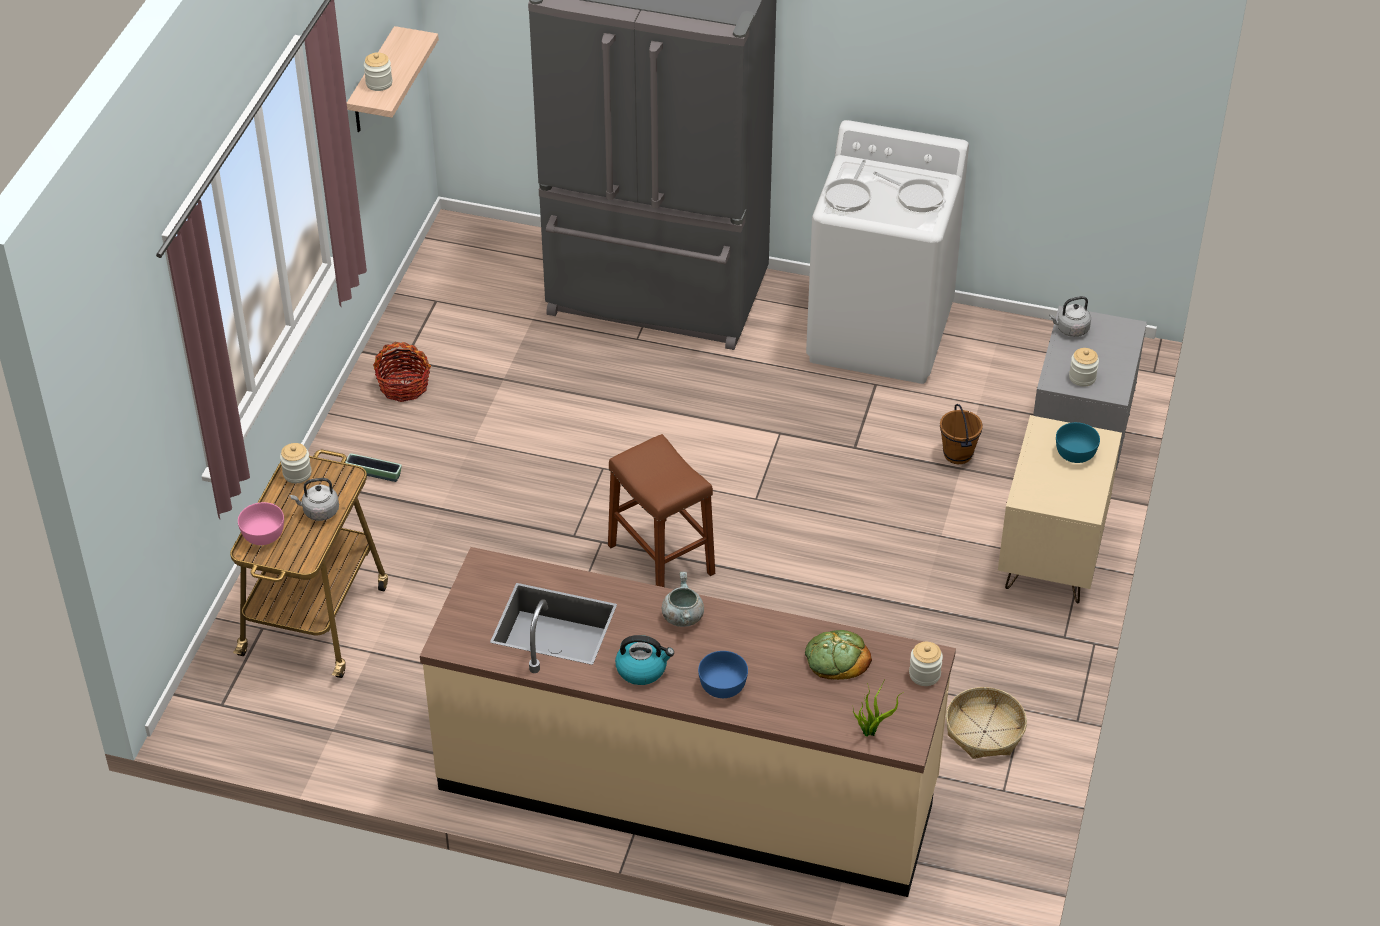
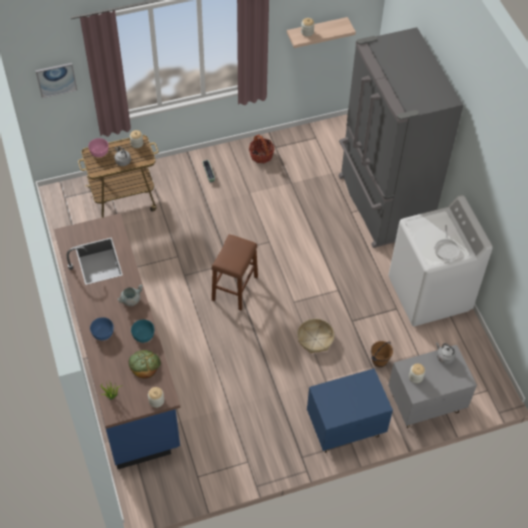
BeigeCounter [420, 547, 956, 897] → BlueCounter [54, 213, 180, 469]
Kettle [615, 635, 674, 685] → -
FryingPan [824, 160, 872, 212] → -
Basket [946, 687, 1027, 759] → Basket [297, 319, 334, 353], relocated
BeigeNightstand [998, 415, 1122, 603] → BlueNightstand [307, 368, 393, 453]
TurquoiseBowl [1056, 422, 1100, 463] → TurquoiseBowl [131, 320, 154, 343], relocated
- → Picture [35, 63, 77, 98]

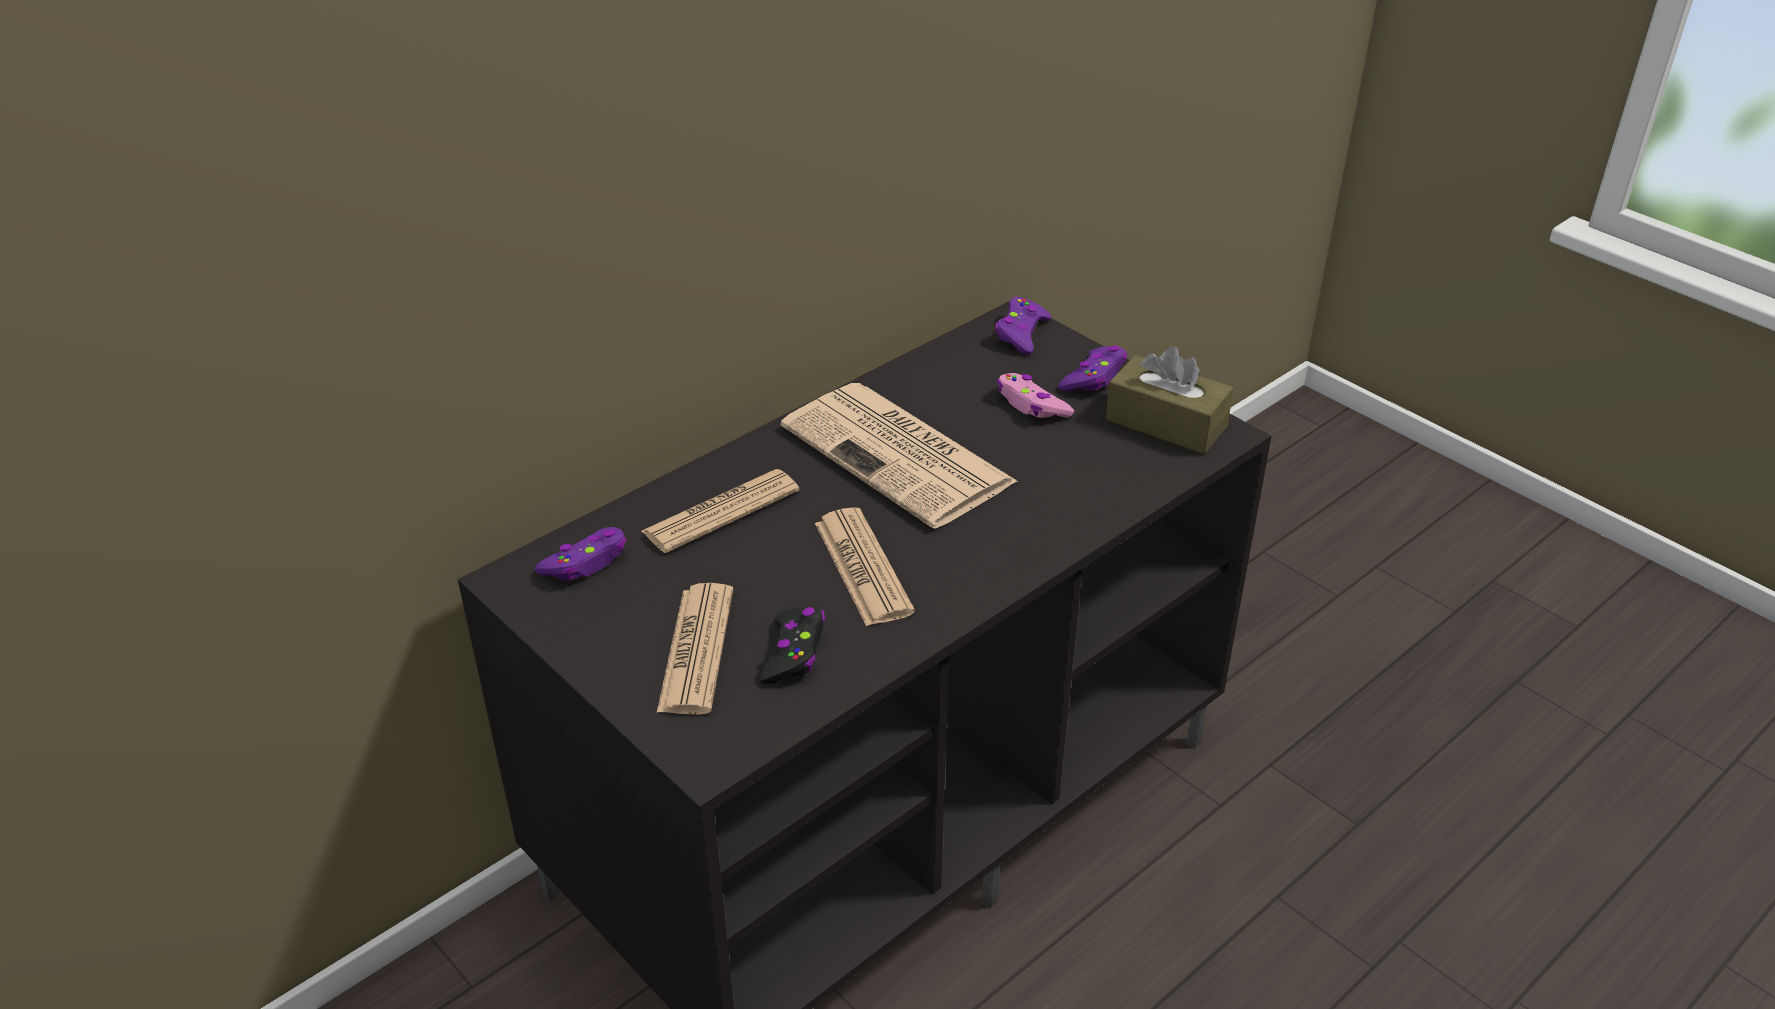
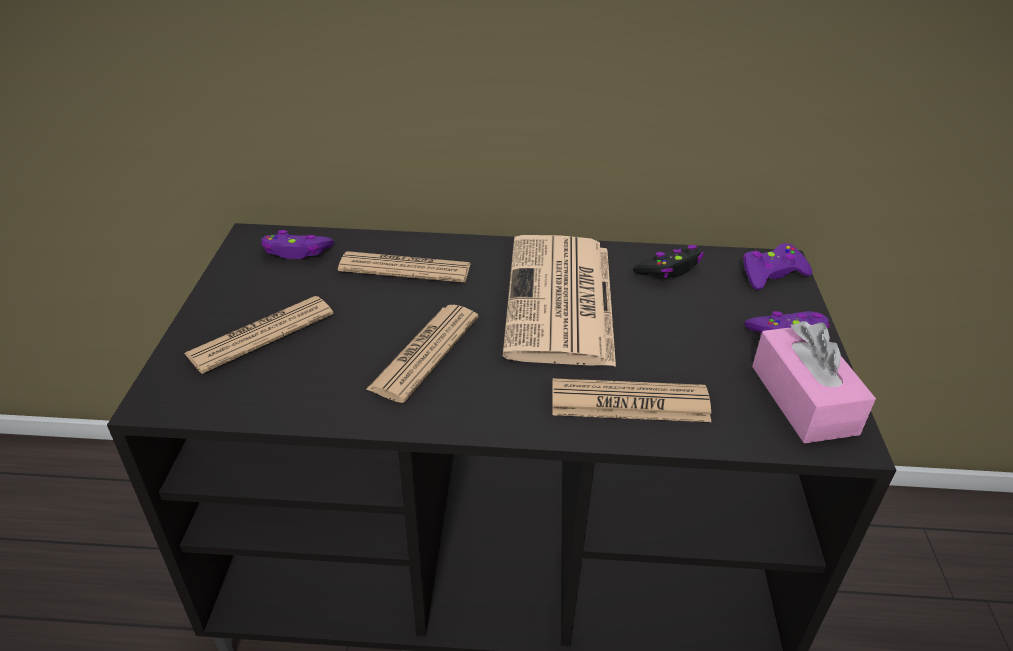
BlackGameController [759, 606, 825, 684] → BlackGameController [633, 245, 704, 279], relocated
PinkGameController [997, 373, 1074, 418] → -
BrownTissueBox [1106, 346, 1234, 454] → PinkTissueBox [752, 321, 876, 443]
- → Newspaper [552, 378, 711, 422]

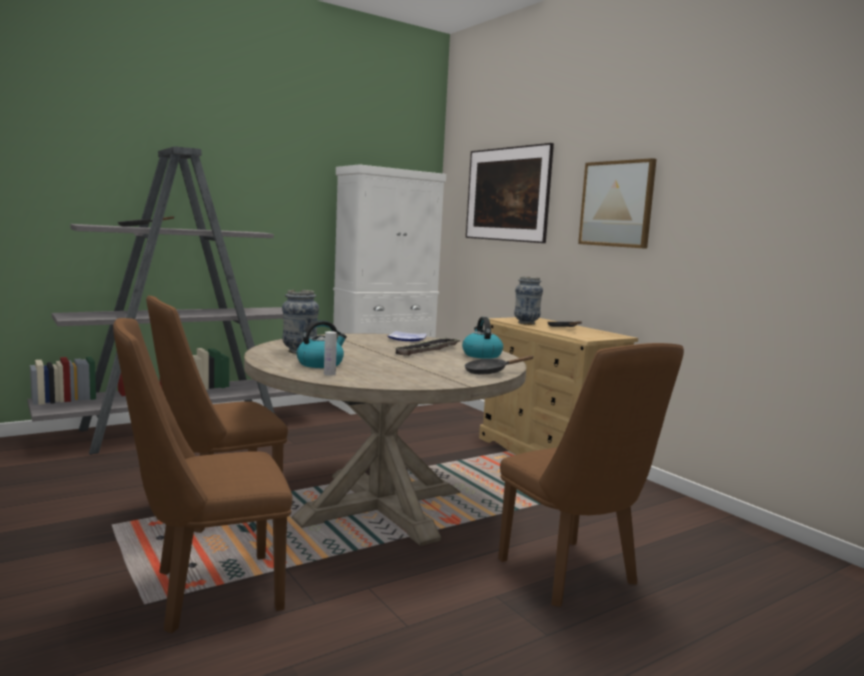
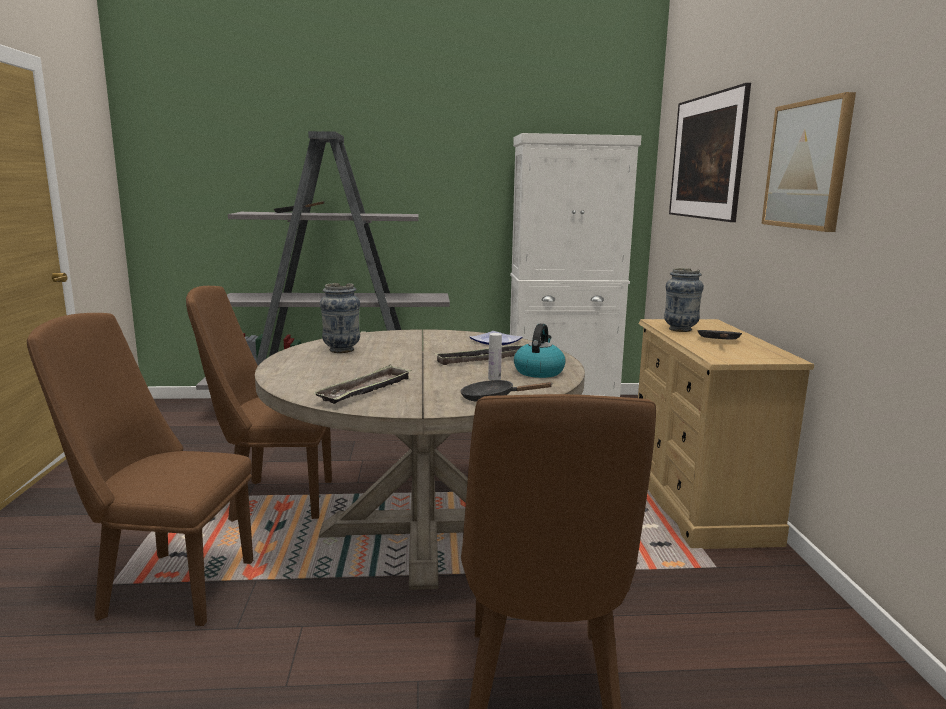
Kettle [296, 320, 347, 368] → -
WhiteBottle [324, 331, 337, 376] → WhiteBottle [488, 333, 502, 380], relocated
- → Tray [314, 365, 412, 404]

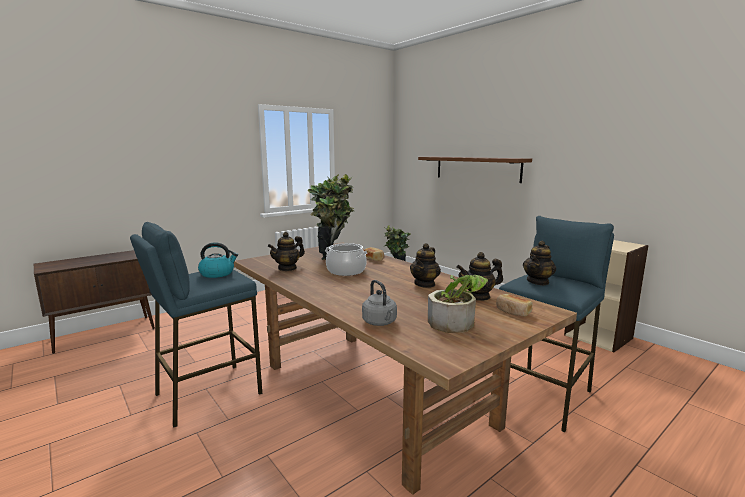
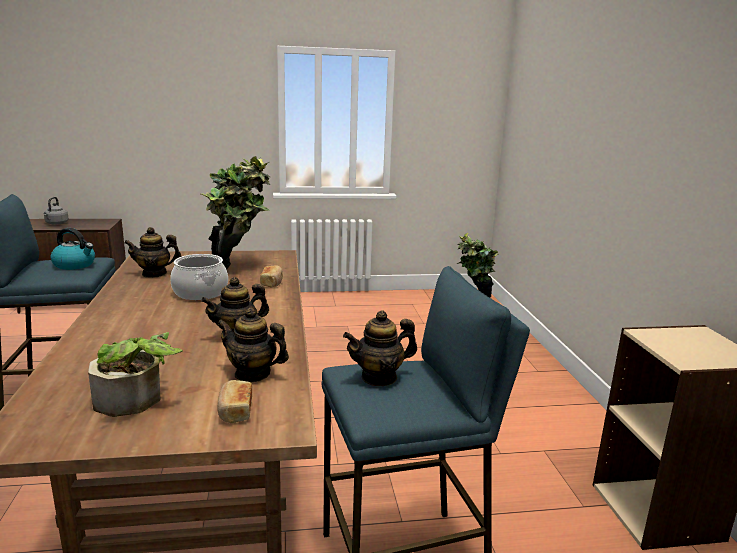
GreyKettle [362, 280, 397, 326] → GreyKettle [43, 197, 69, 225], relocated
BrownShelf [418, 157, 532, 183] → -

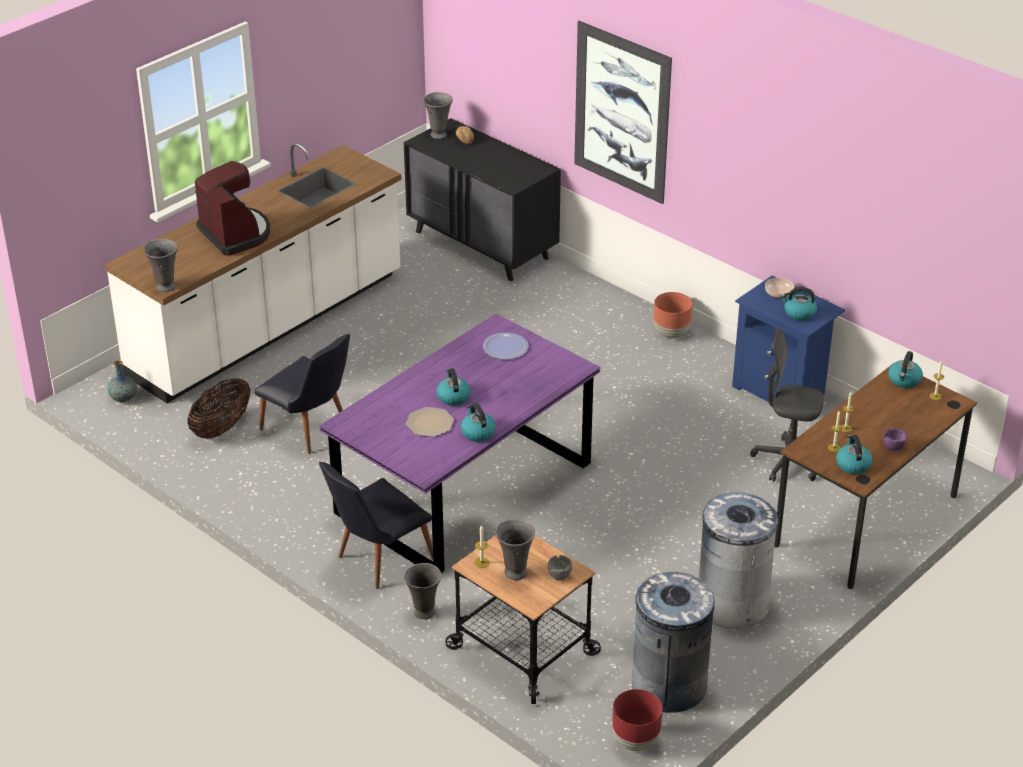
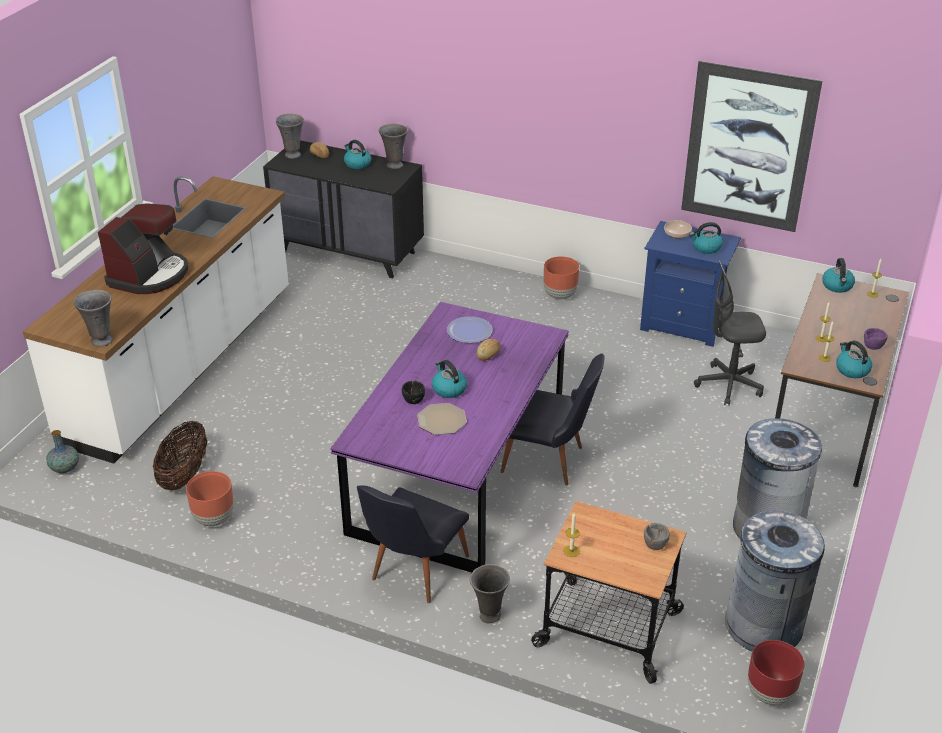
CoffeeMachine [195, 161, 270, 256] → CoffeeMachine [98, 203, 188, 294], 75 degrees clockwise
BlackChair [254, 334, 350, 454] → BlackChair [501, 354, 604, 485], relocated
Kettle [461, 404, 496, 442] → Kettle [344, 140, 371, 169], relocated
GreyVase [496, 519, 535, 580] → GreyVase [379, 124, 408, 169], relocated
Picture [574, 21, 672, 204] → Picture [681, 61, 822, 232], relocated
- → BrownPlanter [186, 471, 234, 526]
- → BlackBowl [402, 381, 425, 404]
- → Bread [477, 339, 501, 361]

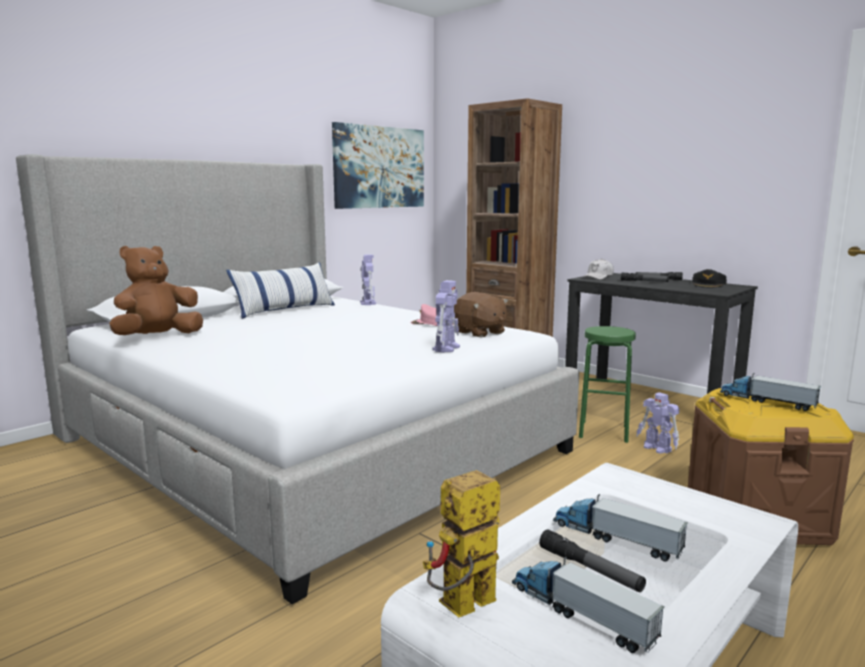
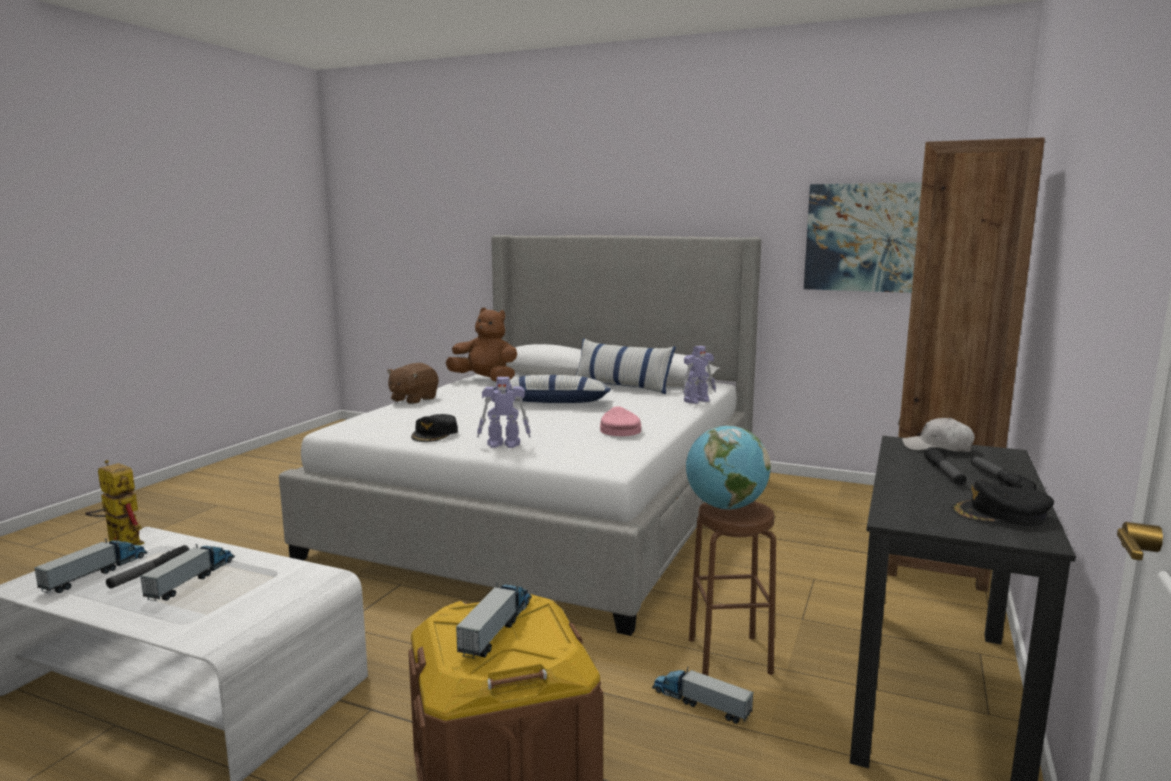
BrownPlushToy [454, 292, 508, 337] → BrownPlushToy [387, 363, 438, 404], relocated
GreenStool [579, 326, 636, 443] → BrownStool [689, 501, 776, 676]
ToyRobot [636, 392, 679, 454] → ToyTruck [652, 667, 754, 724]
- → BlackCap [411, 414, 458, 442]
- → Pillow [494, 375, 611, 403]
- → Globe [686, 425, 771, 510]

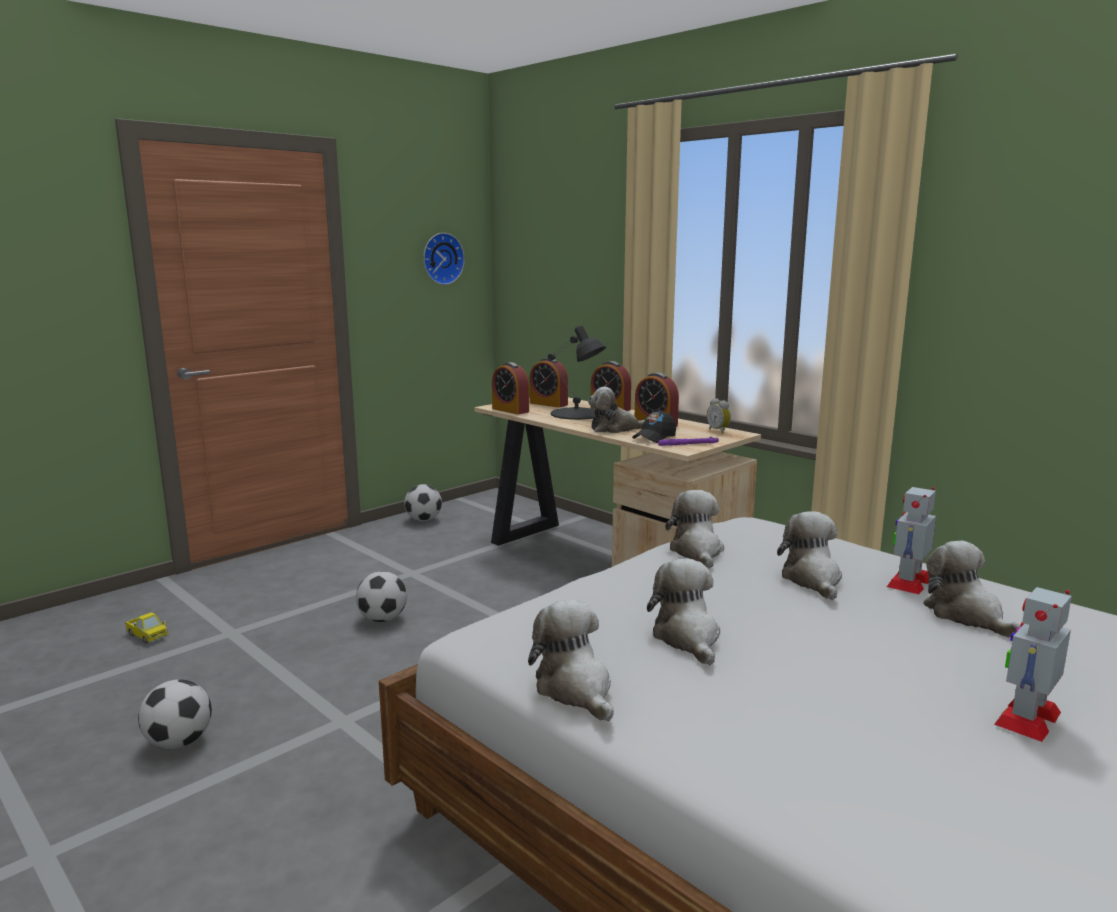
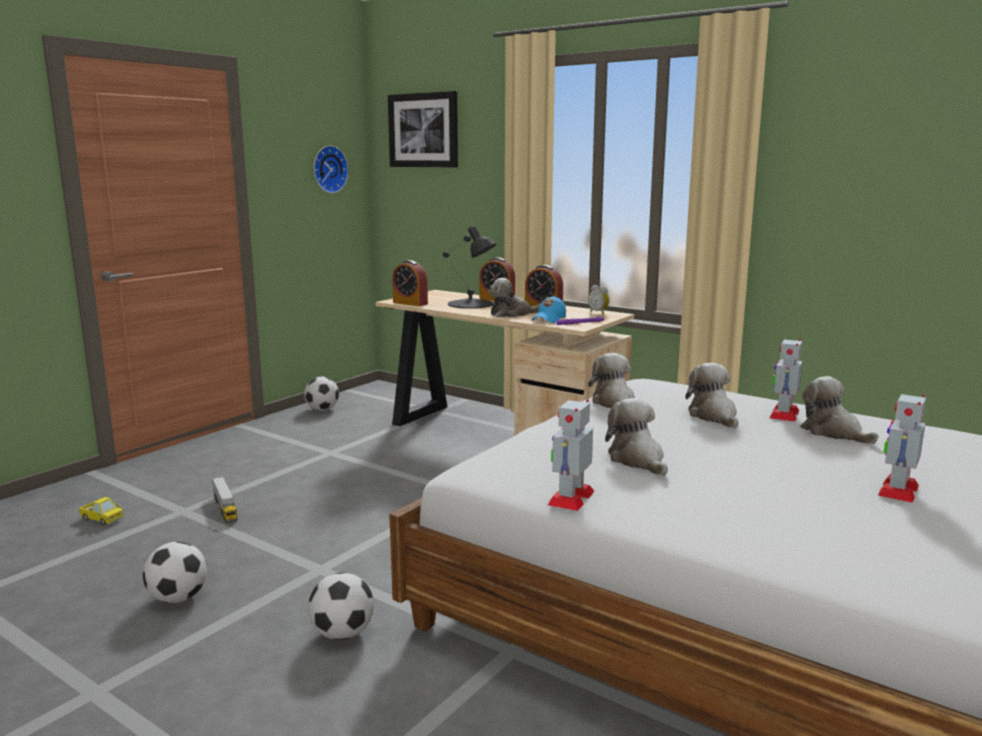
Football [356, 571, 407, 622] → Football [308, 573, 374, 640], relocated
PlushToy [528, 600, 614, 722] → ToyRobot [548, 399, 594, 511]
AlarmClock [530, 358, 568, 408] → -
BlackCap [632, 410, 676, 443] → BlueCap [532, 296, 566, 323]
- → ToyTruck [212, 477, 238, 523]
- → Picture [388, 91, 458, 168]

